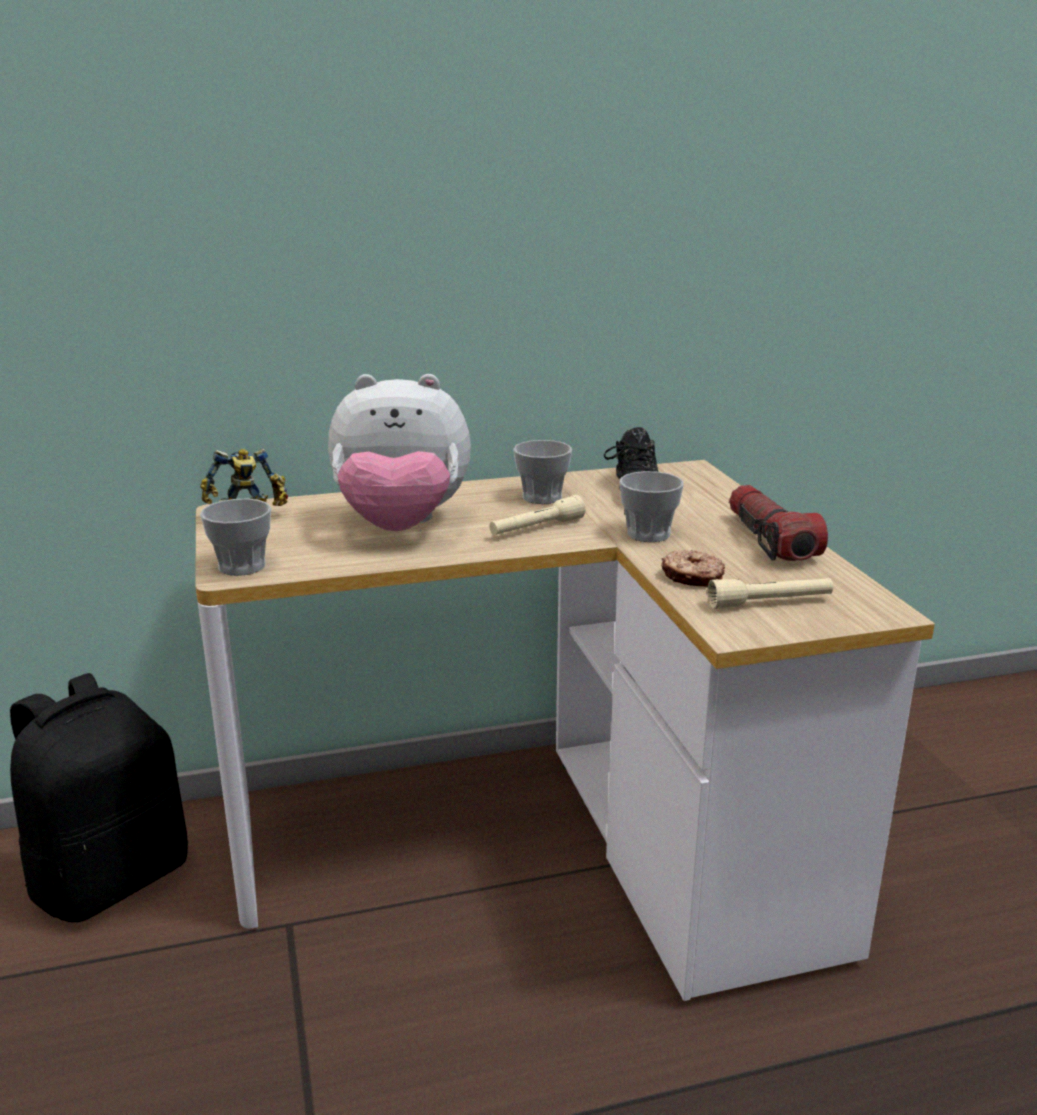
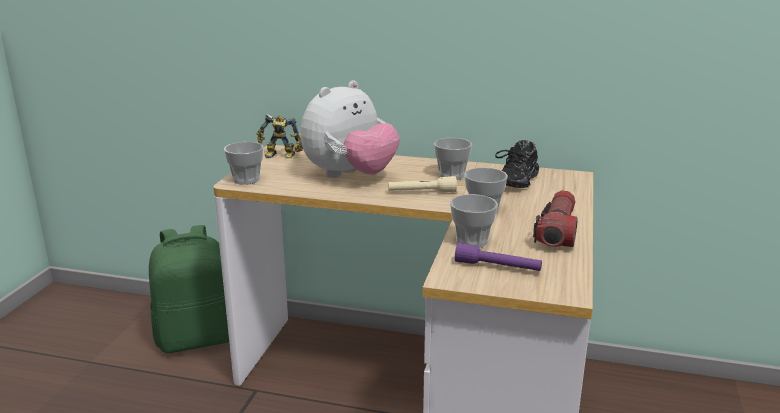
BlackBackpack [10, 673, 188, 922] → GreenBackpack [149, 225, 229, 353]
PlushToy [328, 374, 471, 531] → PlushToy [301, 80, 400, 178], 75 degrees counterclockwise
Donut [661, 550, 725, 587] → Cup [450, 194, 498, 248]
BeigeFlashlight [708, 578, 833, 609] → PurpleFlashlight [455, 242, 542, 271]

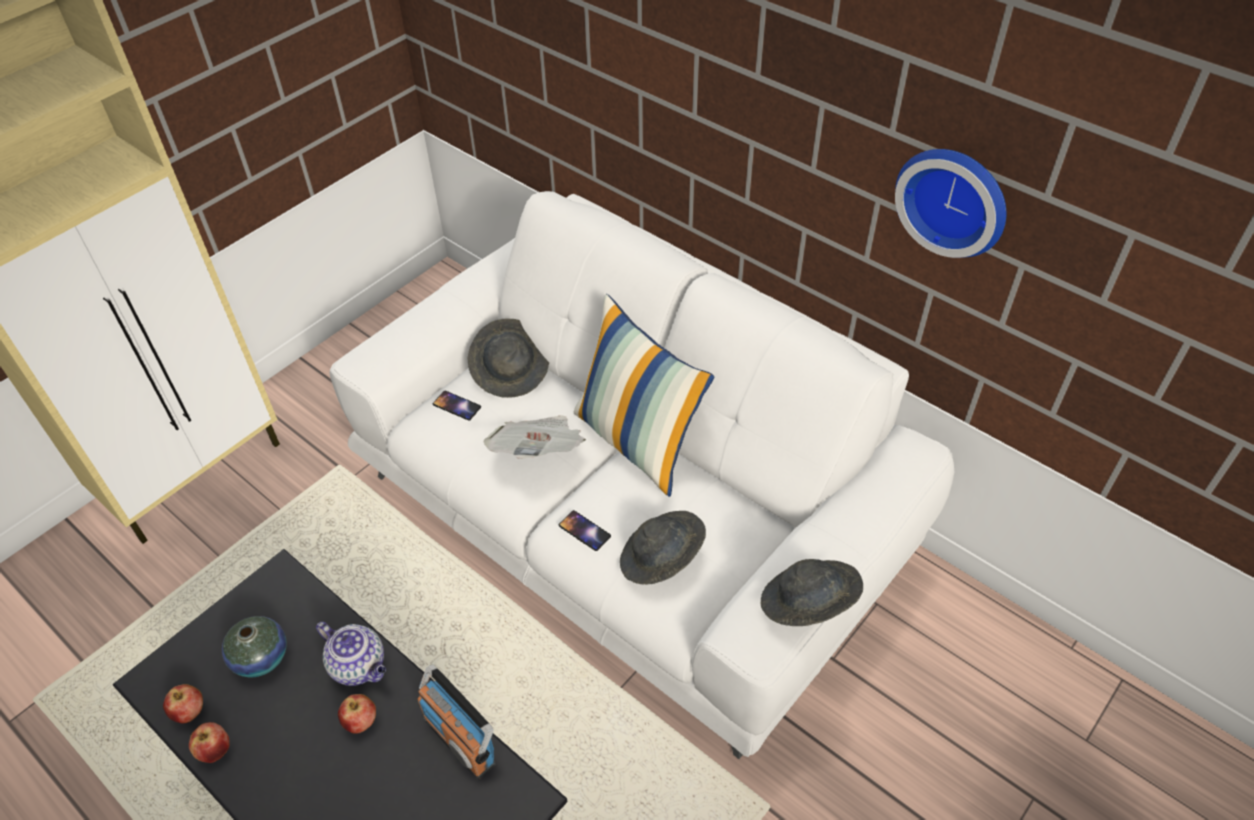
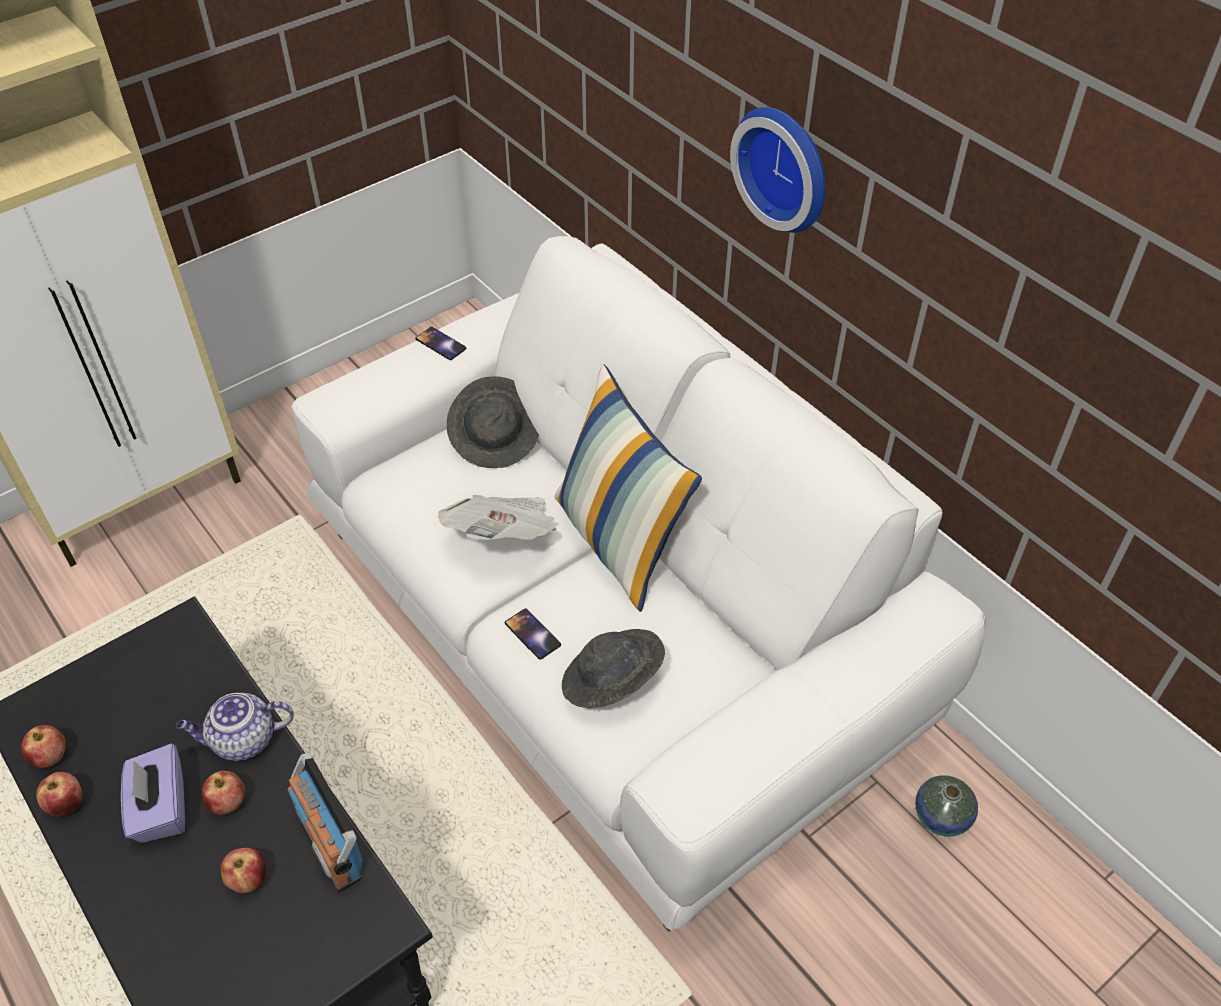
Vase [222, 616, 287, 677] → Vase [915, 775, 978, 836], relocated
Teapot [316, 622, 386, 686] → Teapot [176, 693, 294, 761], 120 degrees clockwise
Phone [433, 391, 481, 421] → Phone [415, 327, 467, 360], relocated
GreyHat [761, 559, 863, 626] → -
WallClock [895, 149, 1006, 258] → WallClock [730, 107, 825, 233], relocated
- → PurpleTissueBox [121, 744, 185, 843]
- → Apple [220, 848, 266, 893]

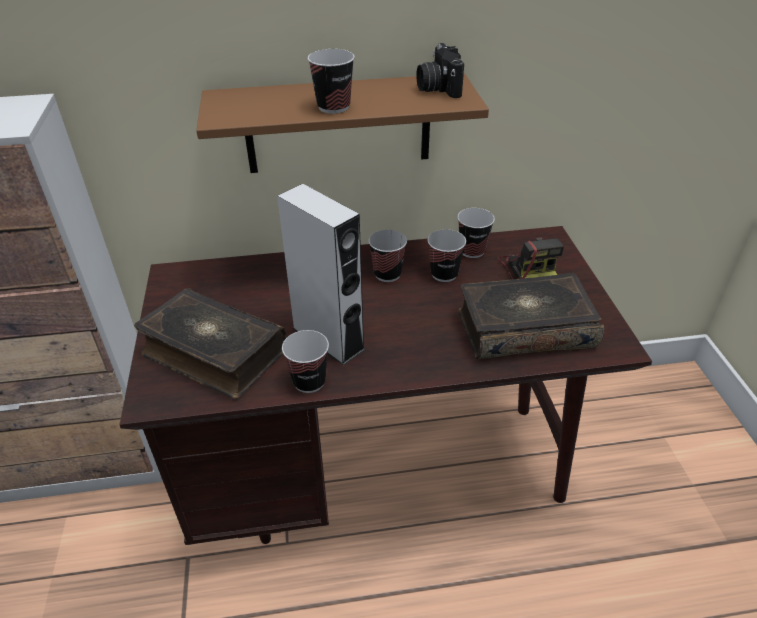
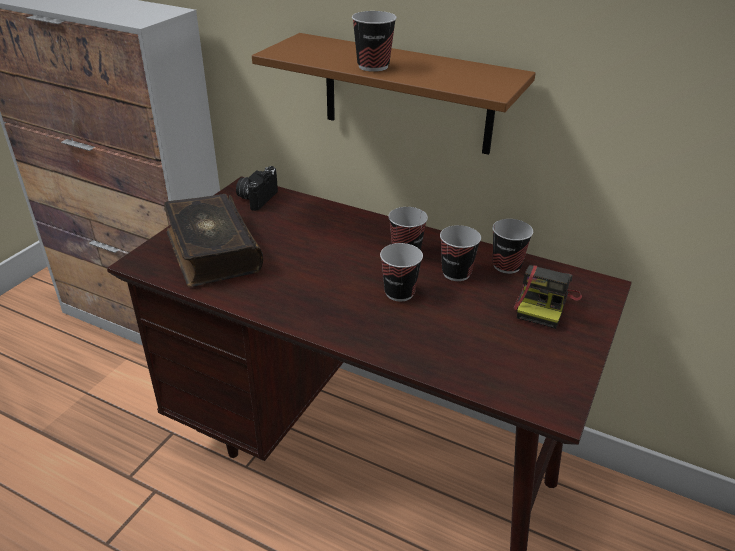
GreySpeaker [277, 184, 366, 365] → -
Cup [282, 330, 329, 393] → Cup [380, 243, 423, 301], relocated
PhotoCamera [416, 43, 464, 98] → PhotoCamera [236, 166, 278, 211], relocated
Book [458, 273, 604, 359] → -

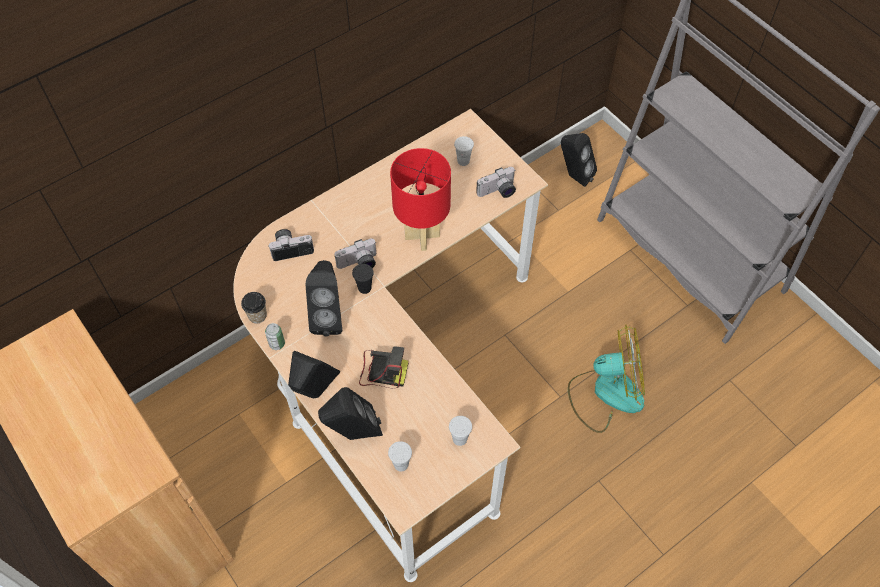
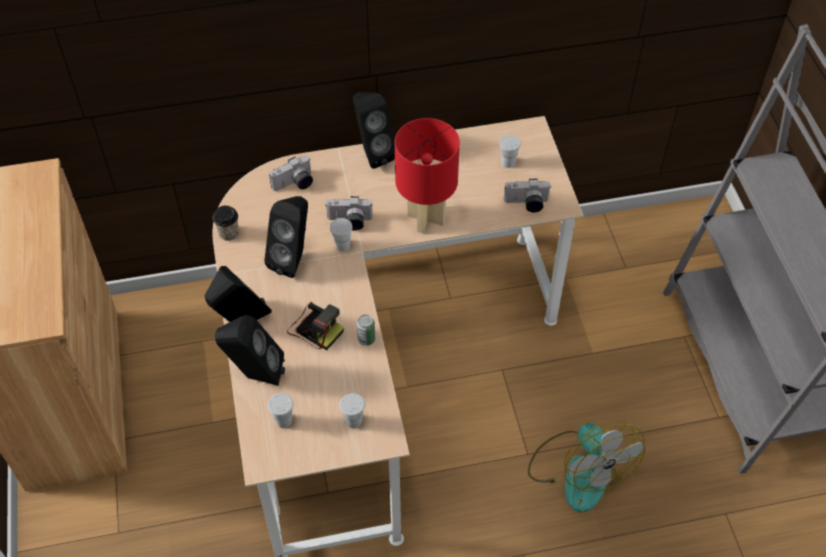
Can [265, 323, 285, 350] → Can [357, 315, 375, 346], relocated
PhotoCamera [268, 229, 314, 261] → PhotoCamera [269, 155, 313, 191], 135 degrees clockwise
BlackCup [352, 264, 374, 294] → WhiteCup [330, 218, 353, 252]
BlackSpeaker [561, 133, 597, 187] → BlackSpeaker [353, 92, 395, 168], relocated
Fan [568, 325, 645, 433] → Fan [528, 422, 645, 512], 45 degrees clockwise

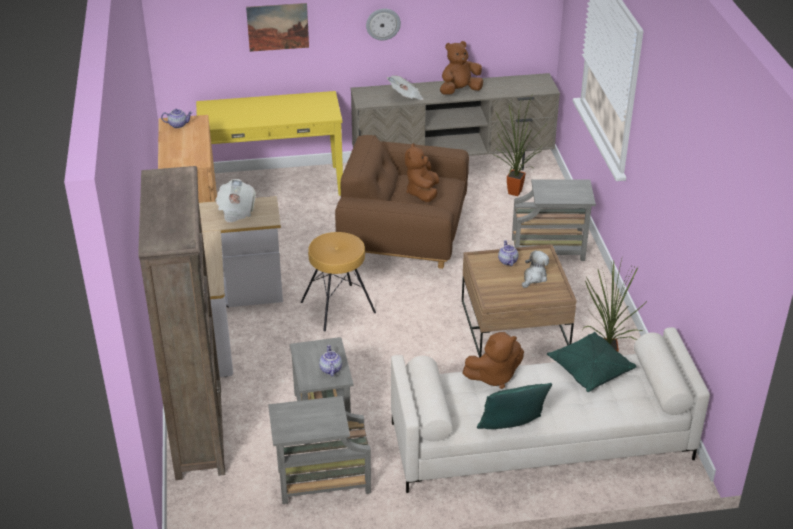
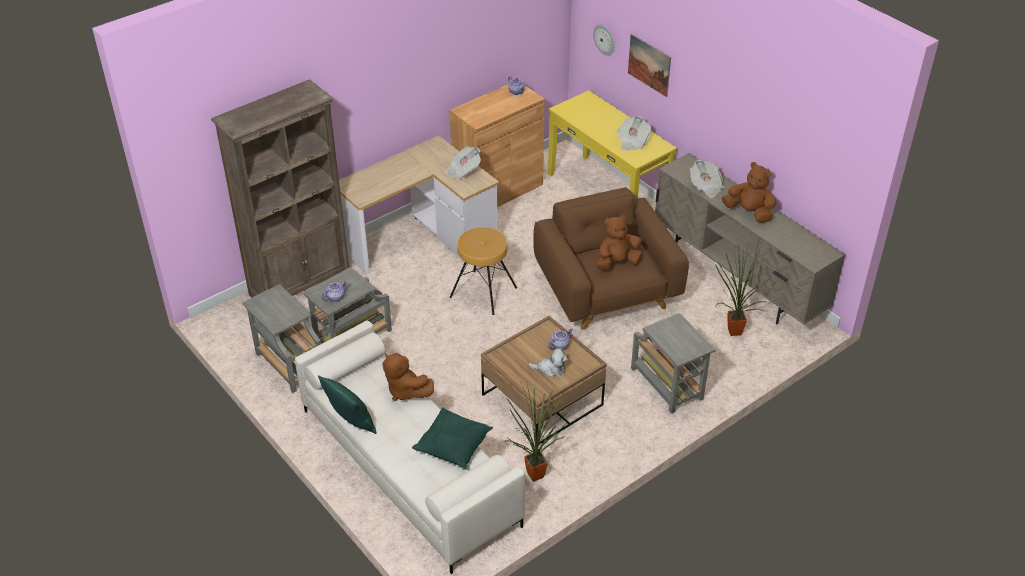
WallClock [366, 9, 401, 40] → WallClock [593, 25, 615, 56], relocated
- → Newspaper [617, 116, 652, 151]

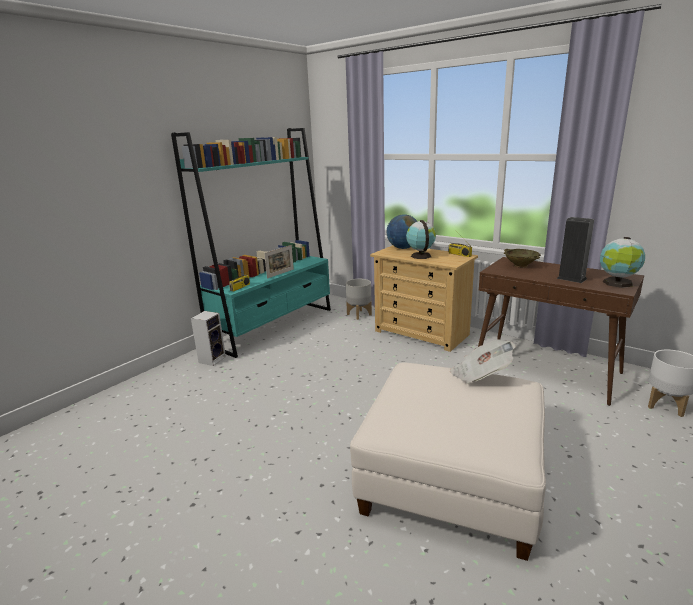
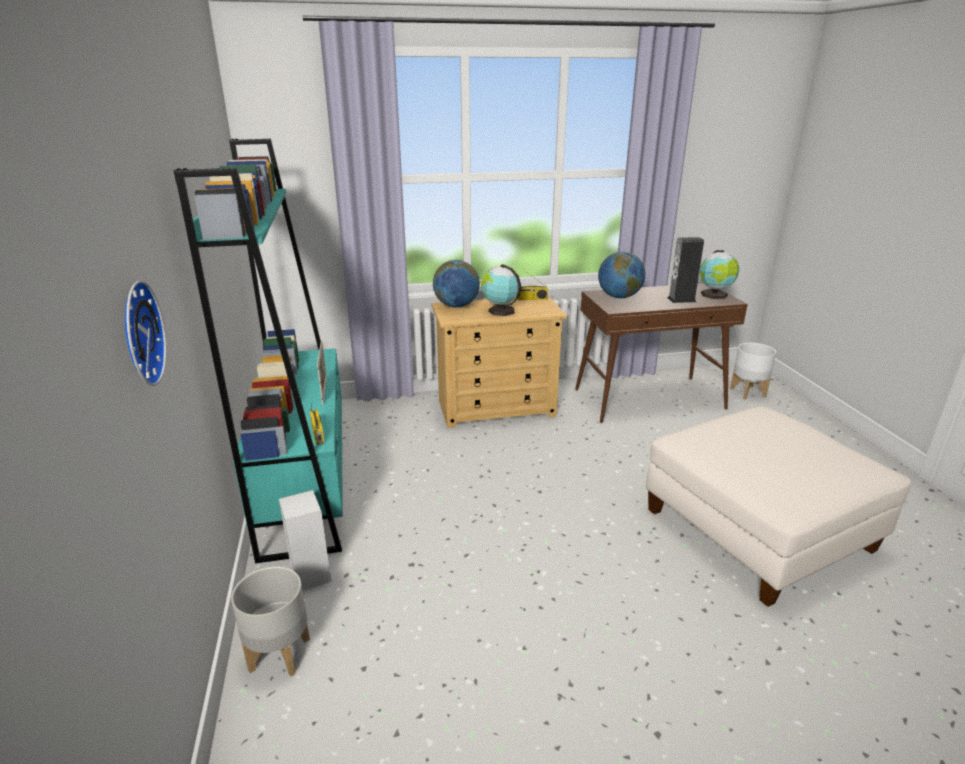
GreyPlanter [346, 279, 372, 320] → GreyPlanter [231, 566, 310, 677], relocated
Newspaper [450, 339, 516, 384] → -
BeigeBowl [504, 249, 541, 267] → Globe [598, 252, 645, 298]
- → WallClock [125, 280, 167, 386]

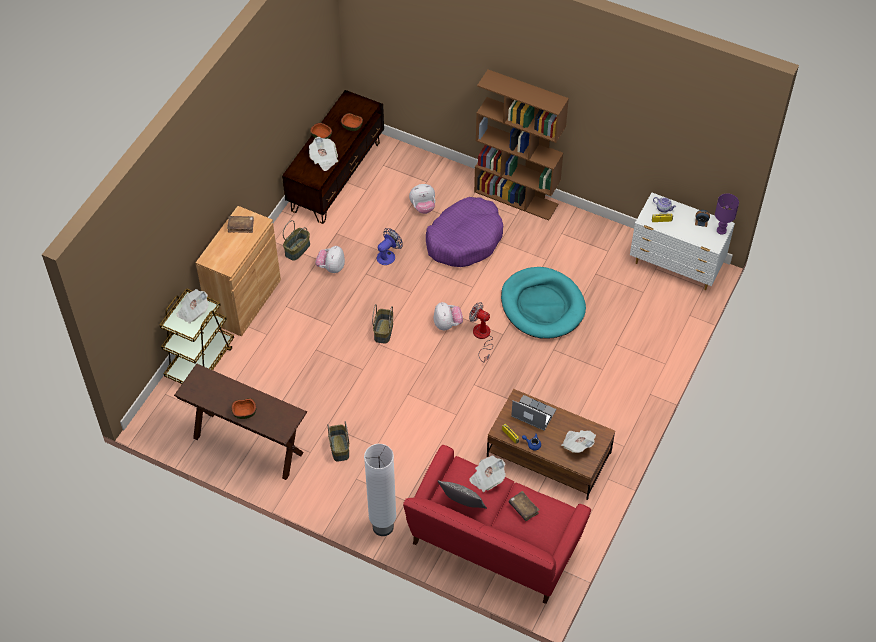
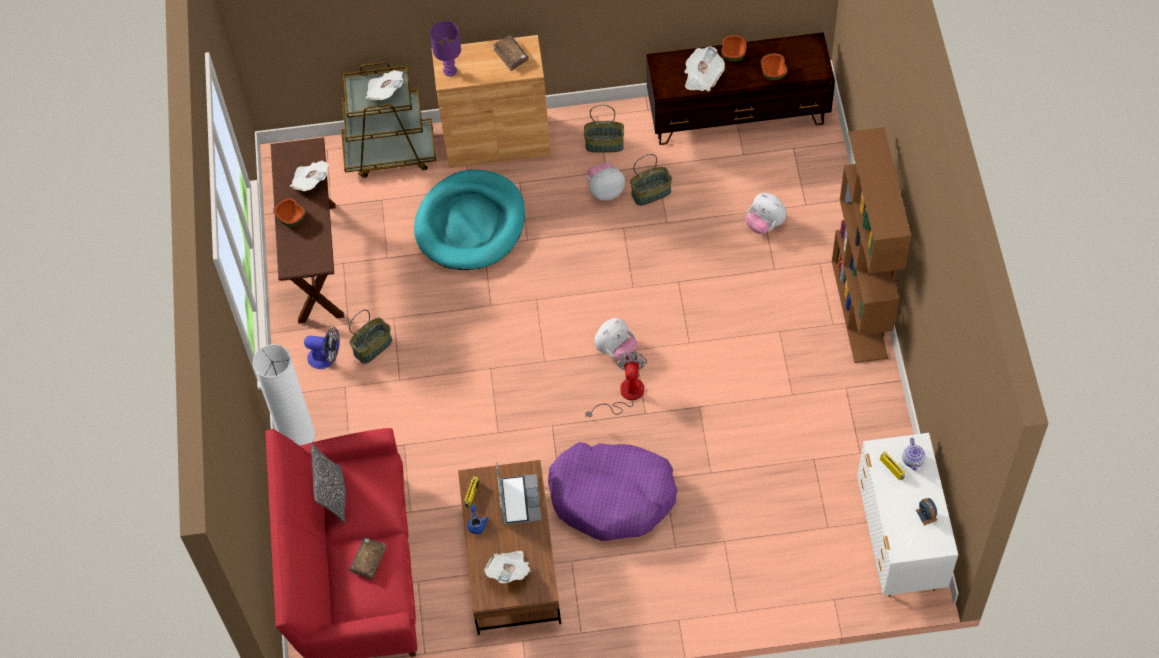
Basket [372, 304, 393, 344] → Basket [630, 154, 672, 206], relocated
Fan [377, 228, 403, 265] → Fan [304, 327, 340, 369], relocated
PurpleDogBed [426, 197, 503, 267] → PurpleDogBed [548, 442, 678, 541], relocated
Newspaper [469, 456, 506, 492] → Newspaper [290, 161, 329, 191], relocated
TurquoiseDogBed [501, 267, 586, 339] → TurquoiseDogBed [414, 170, 525, 270], relocated
PurpleTableLamp [715, 193, 739, 235] → PurpleTableLamp [430, 21, 461, 76], relocated

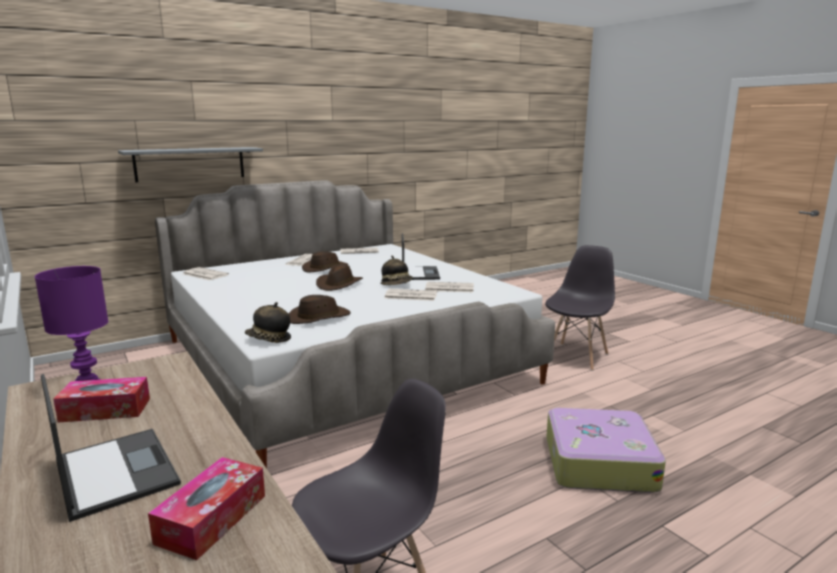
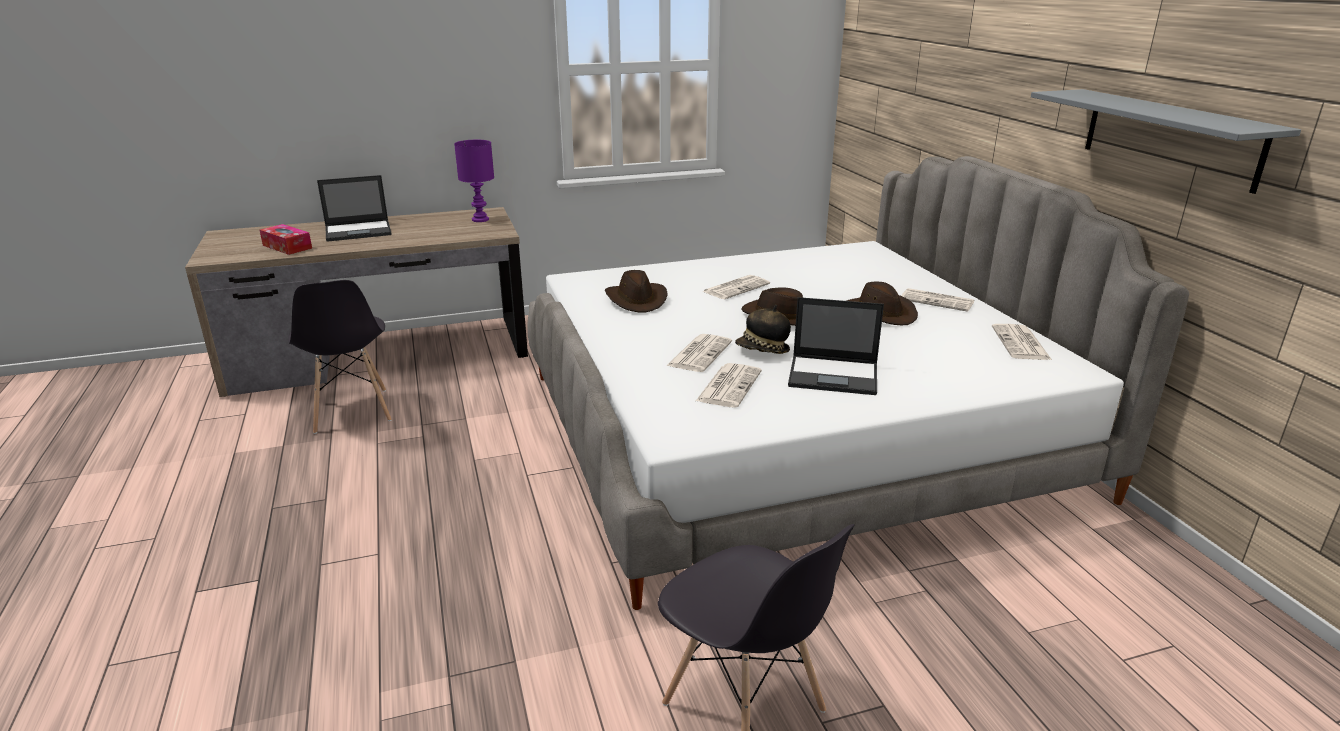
TissueBox [53, 377, 150, 423] → -
GreyShelf [118, 147, 263, 182] → GreyShelf [1031, 89, 1301, 194], relocated
Newspaper [183, 267, 229, 280] → Newspaper [703, 275, 770, 299], relocated
Hat [245, 302, 291, 343] → -
Suitcase [546, 408, 666, 493] → -

